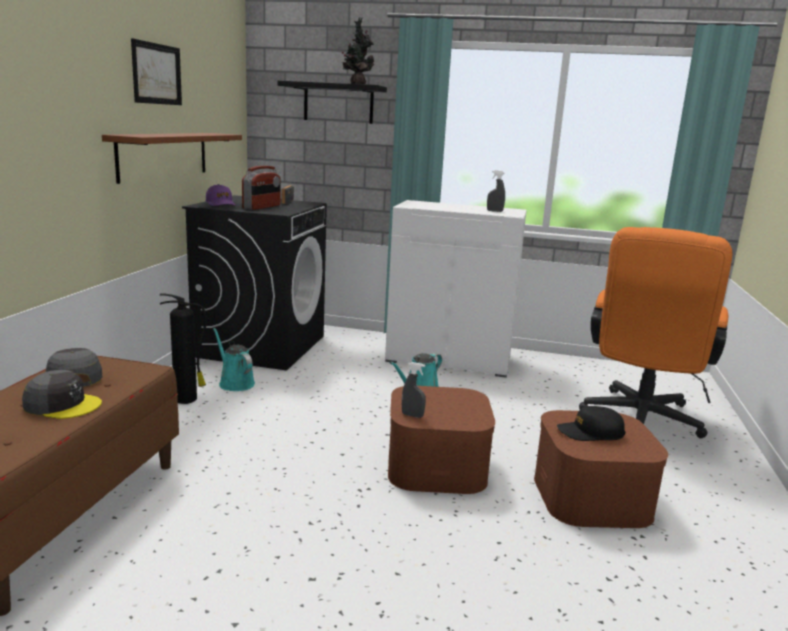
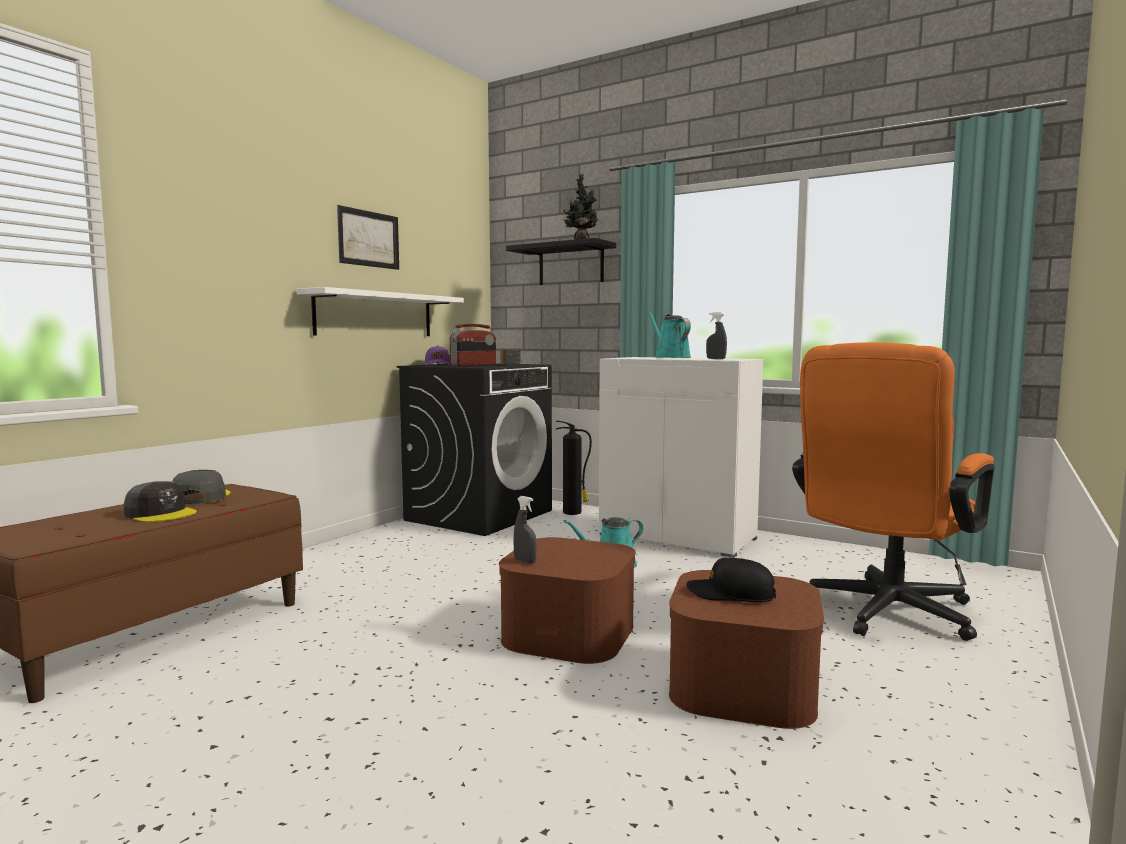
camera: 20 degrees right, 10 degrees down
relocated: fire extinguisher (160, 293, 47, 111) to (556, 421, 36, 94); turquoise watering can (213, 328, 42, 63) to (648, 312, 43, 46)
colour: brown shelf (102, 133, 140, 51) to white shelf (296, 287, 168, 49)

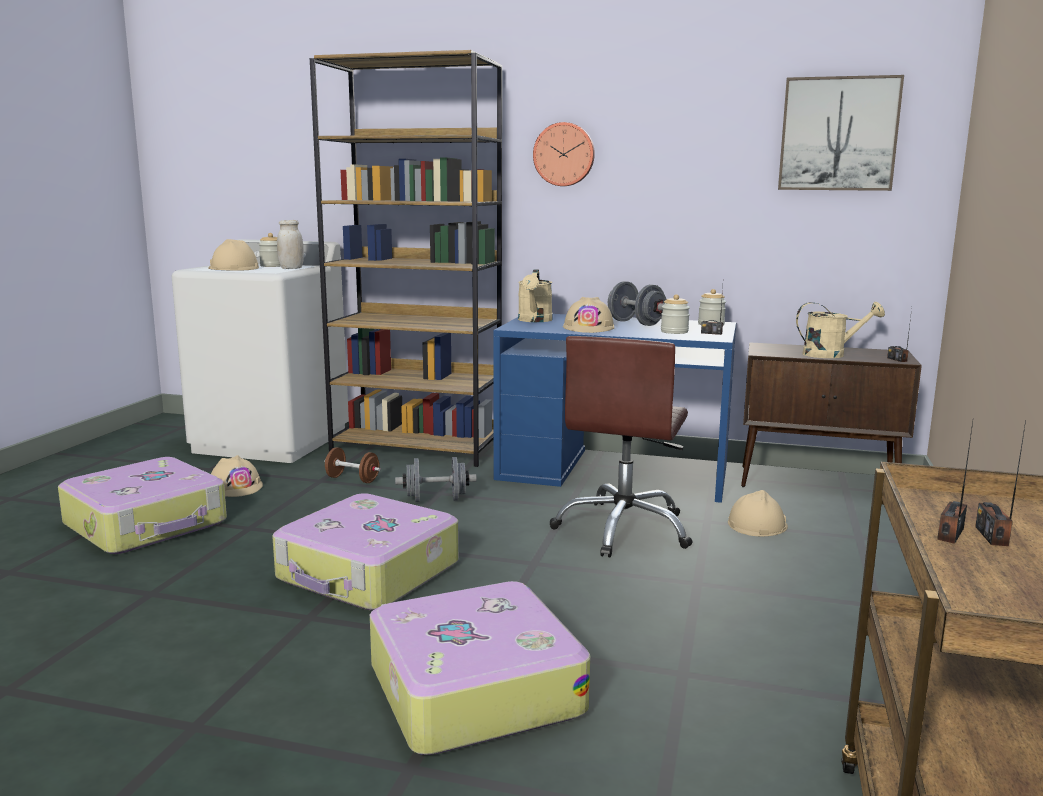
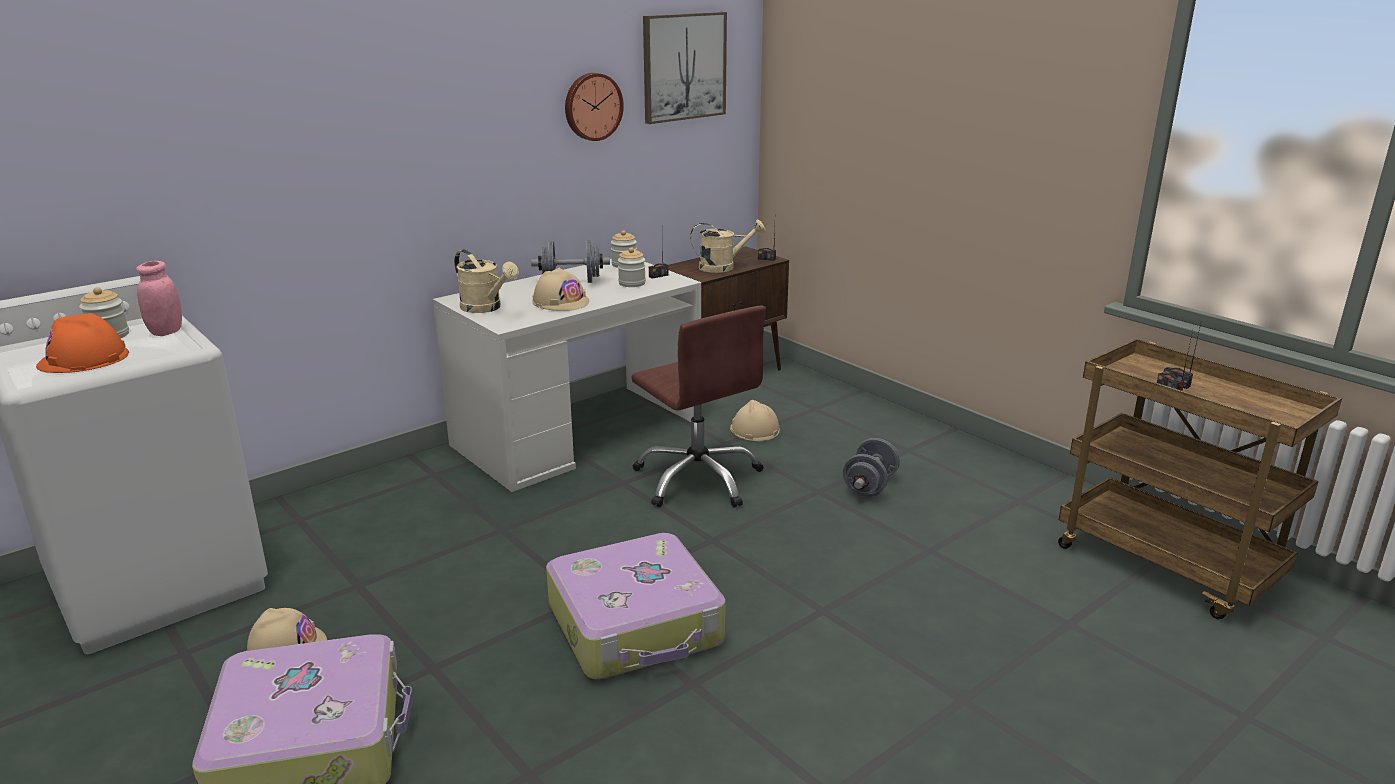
camera: 55 degrees left, 10 degrees up
missing: brown bookcase (310, 50, 192, 417); brown dumbbell (324, 447, 57, 36); suitcase (370, 581, 221, 174)
relocated: wall clock (533, 122, 62, 64) to (565, 73, 59, 68); grey dumbbell (395, 457, 82, 45) to (843, 438, 57, 59)
colour: white jar (277, 220, 27, 49) to pink jar (136, 261, 46, 75); beige hard hat (208, 239, 51, 32) to orange hard hat (36, 313, 93, 60); blue desk (494, 314, 242, 189) to white desk (433, 259, 268, 233)
spun: beige watering can (796, 302, 89, 56) = (690, 220, 75, 53) 45 degrees clockwise

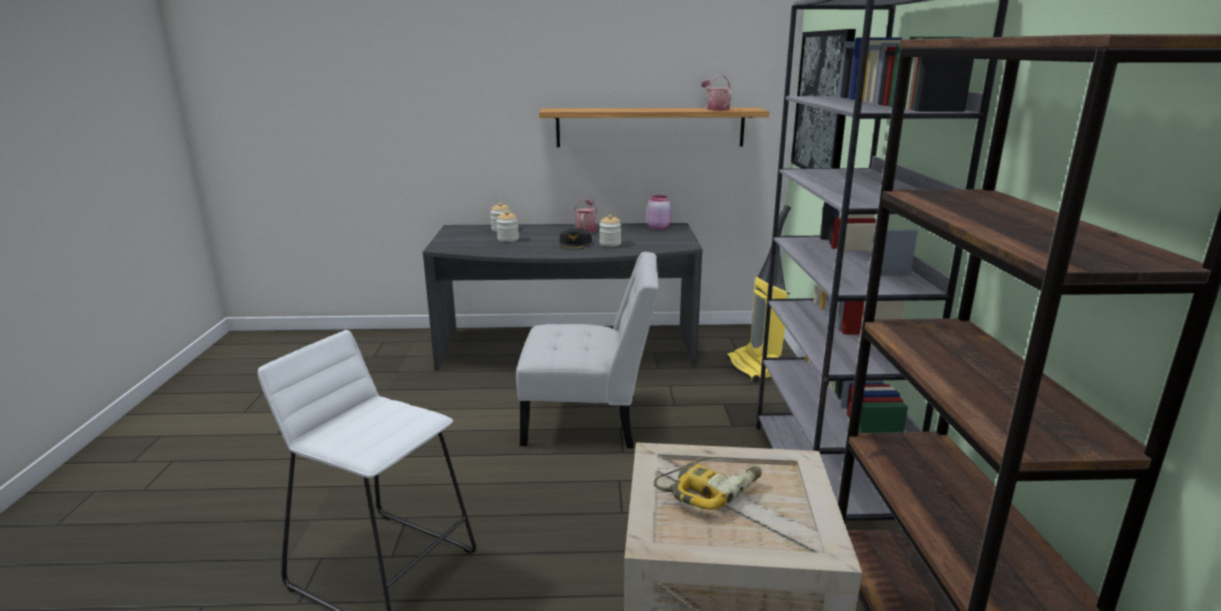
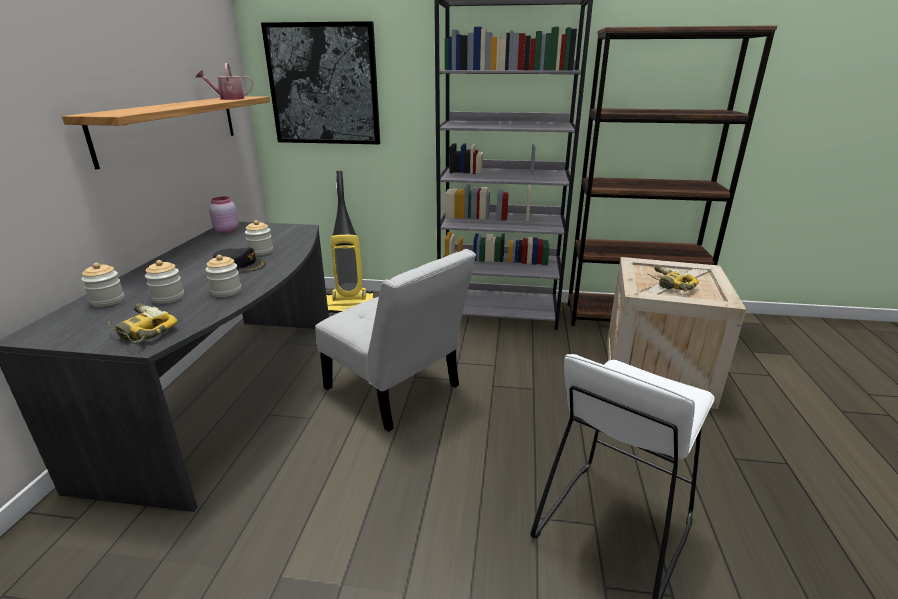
camera: 80 degrees left, 5 degrees up
missing: watering can (574, 199, 24, 34)
appeared: jar (205, 255, 36, 42); power drill (108, 303, 69, 41)
spun: white chair (516, 252, 143, 196) = (315, 249, 161, 183) 120 degrees clockwise

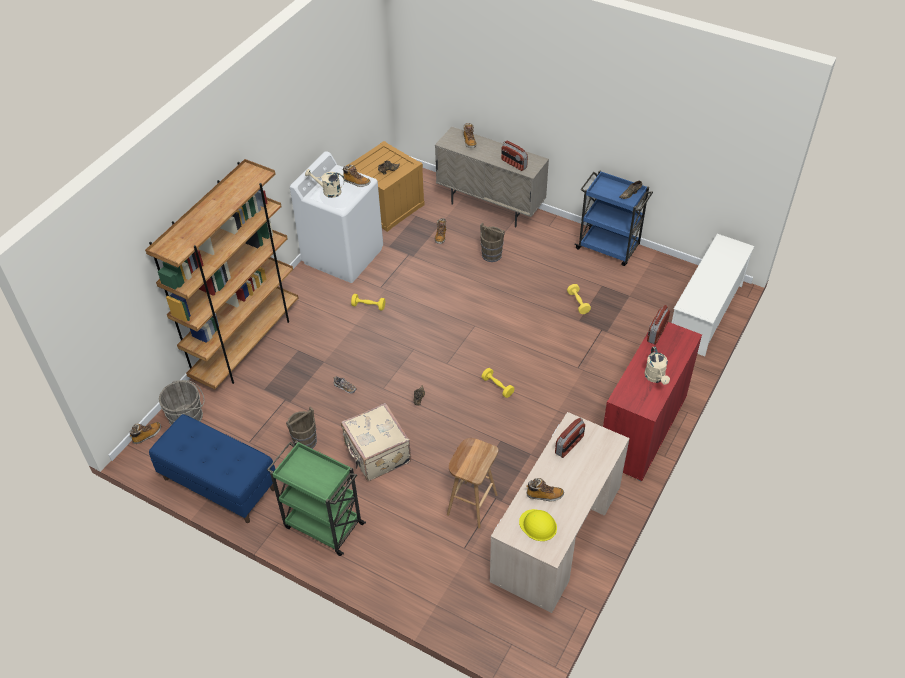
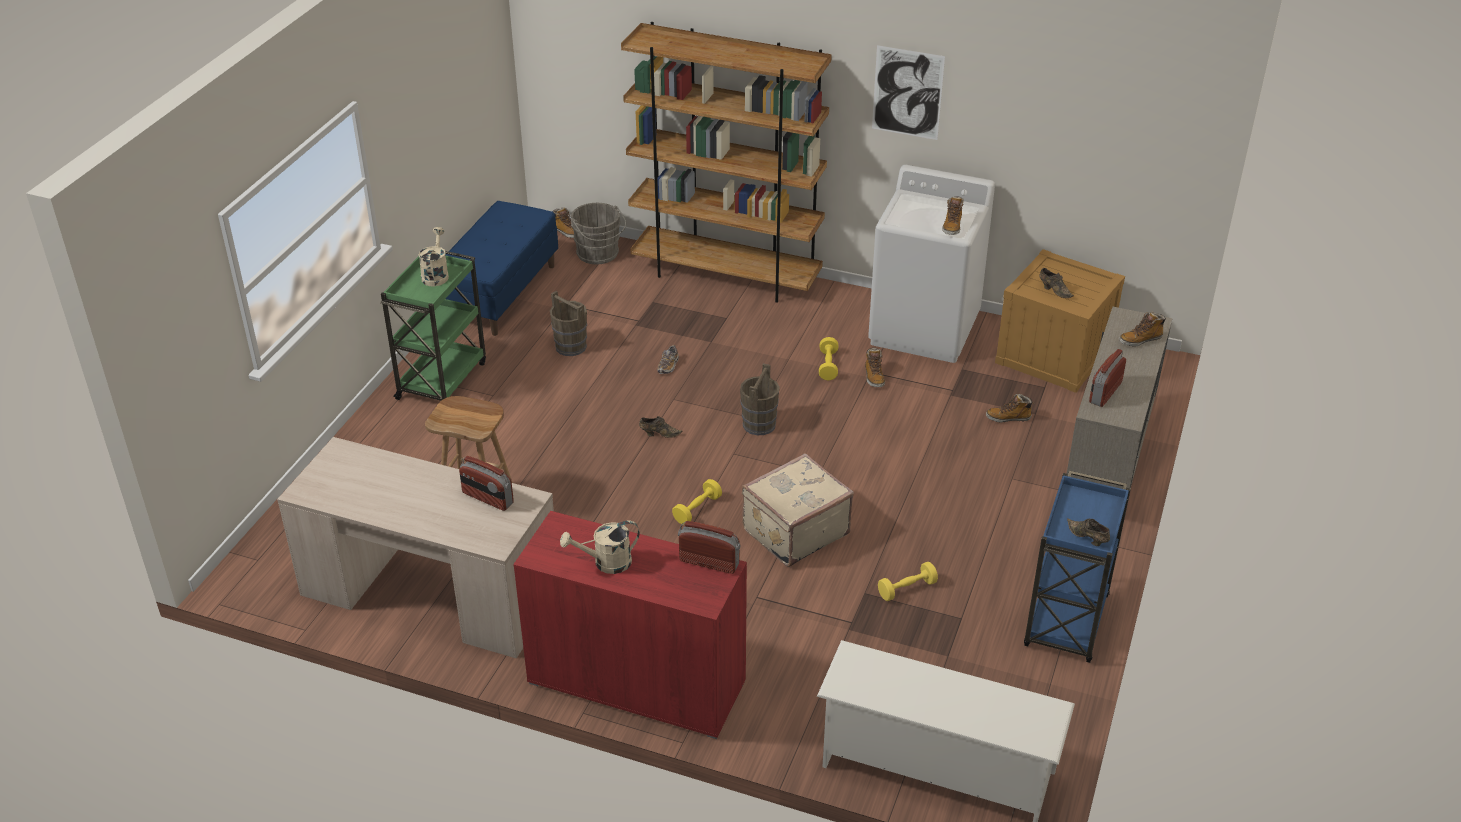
camera: 80 degrees right, 10 degrees down
missing: yellow hard hat (519, 509, 38, 32)
appeared: picture (872, 45, 73, 95)
relocated: beige watering can (305, 169, 40, 29) to (418, 227, 31, 59); brown bucket (480, 223, 25, 39) to (740, 364, 40, 72); beige suitcase (341, 403, 70, 78) to (742, 453, 112, 114); boot (526, 478, 38, 24) to (865, 348, 20, 39)

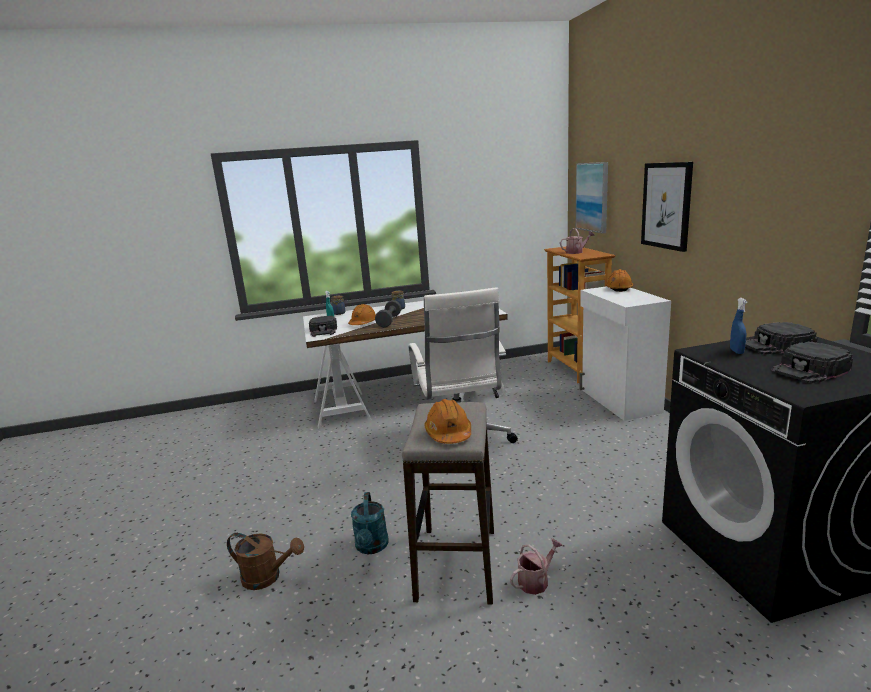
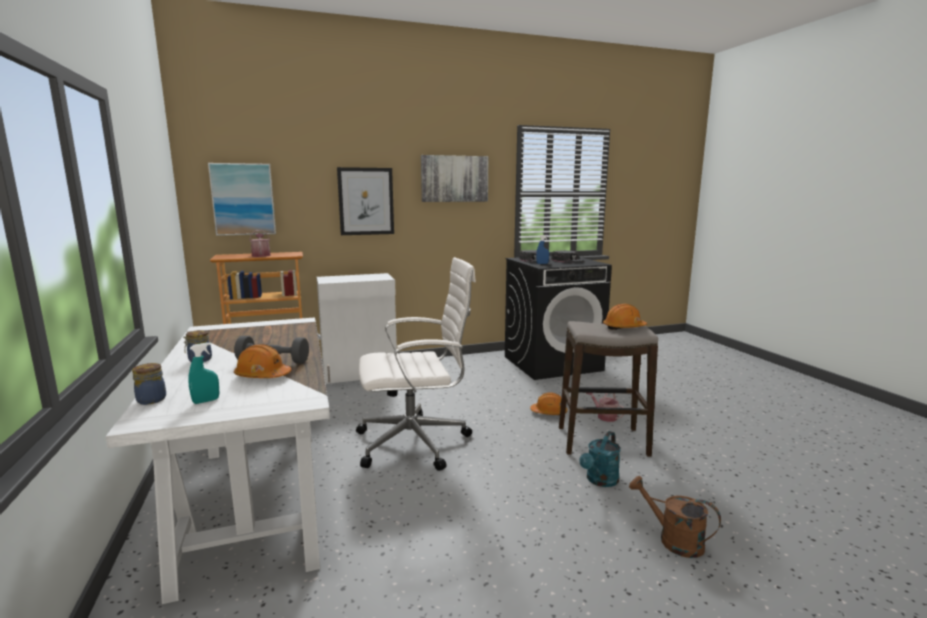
camera: 95 degrees left, 5 degrees down
missing: black cap (309, 316, 28, 21)
appeared: picture (421, 155, 67, 47)
relocated: orange hard hat (606, 269, 27, 23) to (530, 393, 37, 22)
spun: turquoise watering can (351, 492, 38, 62) = (579, 431, 42, 56) 135 degrees clockwise; brown watering can (227, 533, 77, 57) = (629, 476, 92, 82) 60 degrees counterclockwise

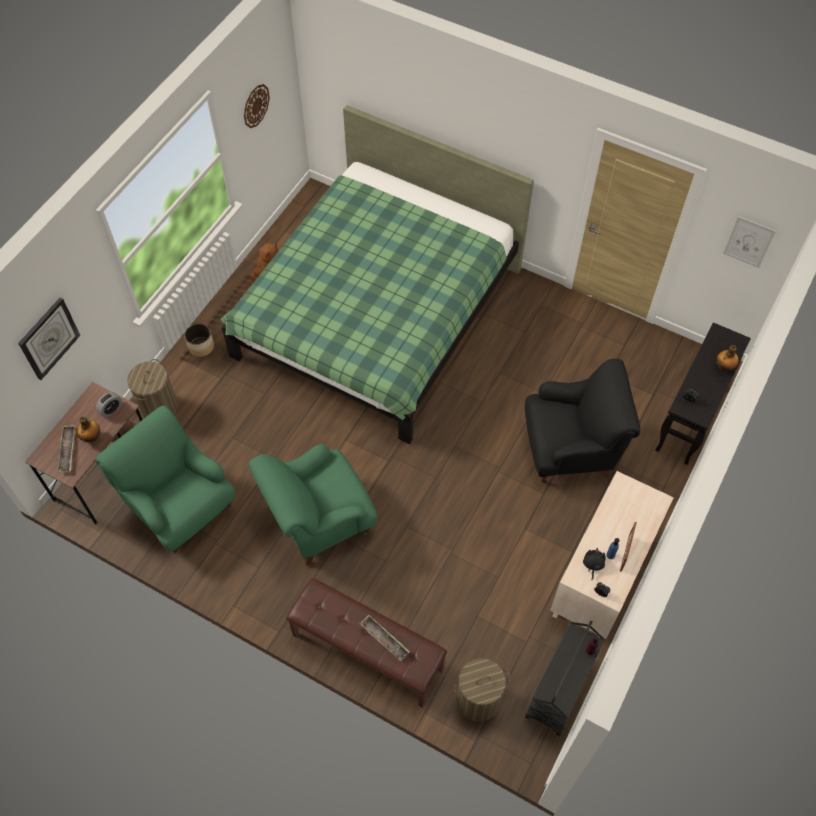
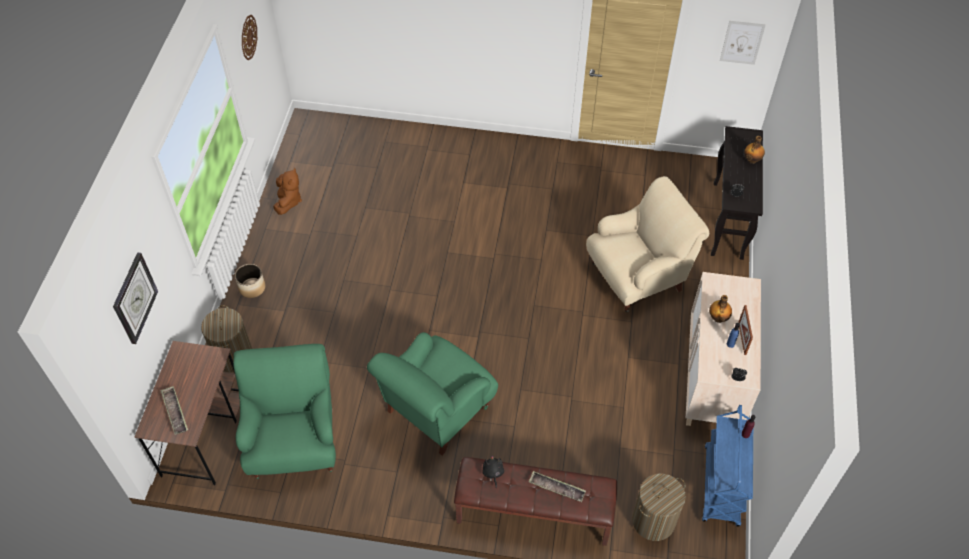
camera: 20 degrees left, 5 degrees down
missing: green bed (220, 105, 314, 339); alarm clock (96, 392, 26, 25)
relocated: bottle (77, 416, 23, 26) to (709, 295, 23, 28); black plush toy (583, 548, 23, 32) to (482, 455, 22, 33)
colour: black armchair (525, 359, 115, 124) to beige armchair (586, 176, 123, 136); black cart (525, 621, 80, 115) to blue cart (702, 405, 51, 122)
spun: green armchair (96, 405, 140, 149) = (233, 344, 103, 135) 60 degrees clockwise

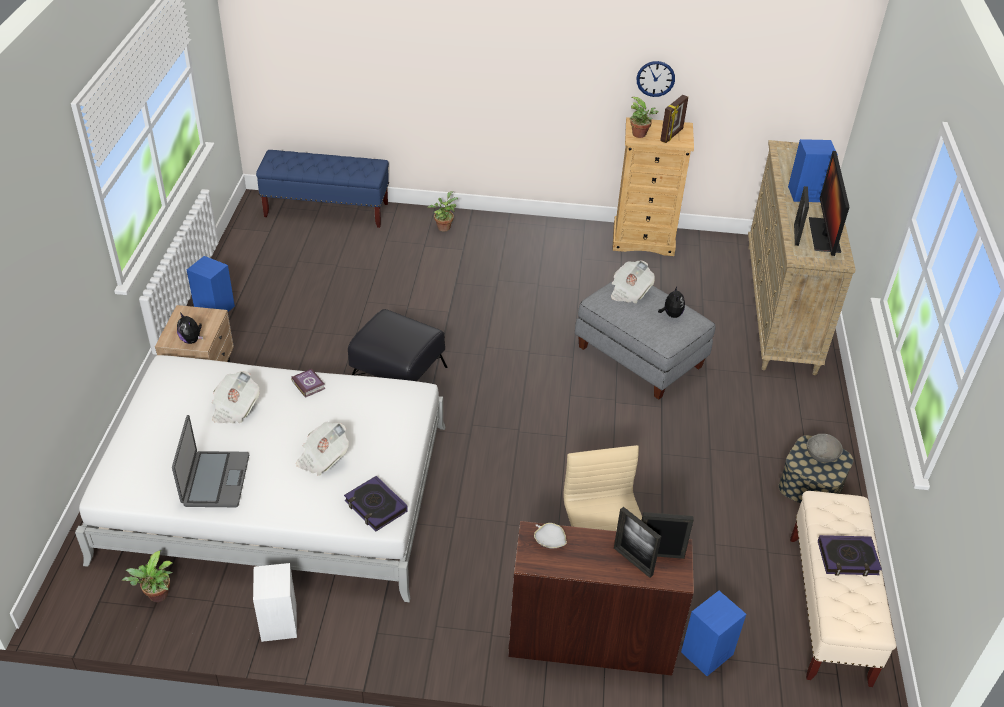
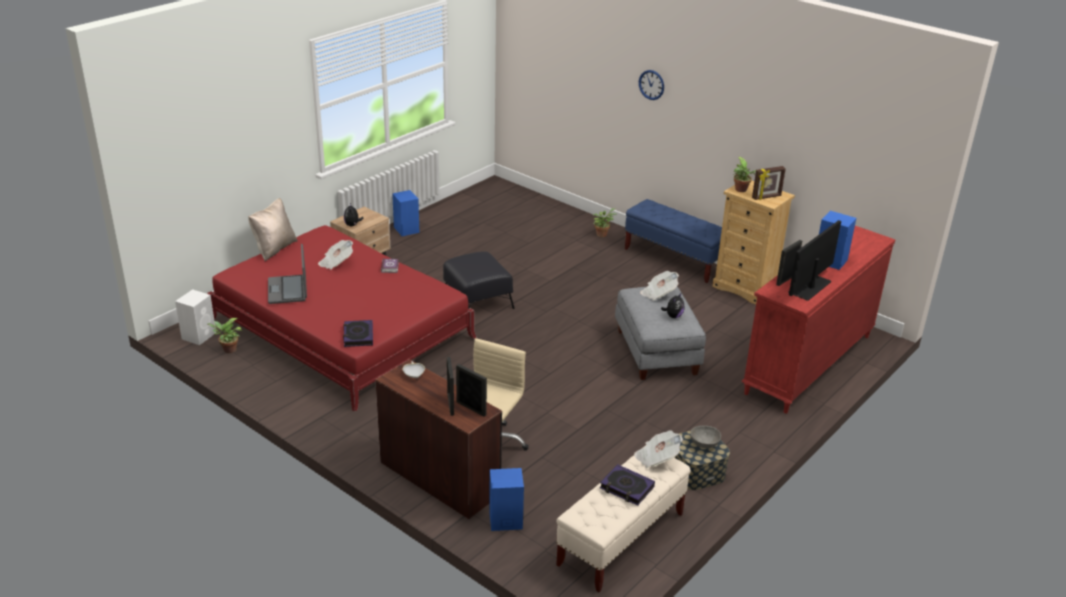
camera: 35 degrees right, 10 degrees down
appeared: beige pillow (248, 198, 50, 63)
relocated: wall clock (637, 61, 38, 36) to (639, 70, 25, 30); blue bench (256, 150, 133, 78) to (625, 199, 97, 84); newspaper (296, 422, 53, 54) to (634, 430, 49, 38); white speaker (253, 563, 44, 79) to (175, 289, 41, 56)
colour: beige dresser (748, 140, 108, 235) to red dresser (741, 226, 154, 188); white bed (75, 355, 371, 247) to red bed (207, 225, 270, 187)
spun: laptop (172, 415, 77, 92) = (268, 244, 39, 60) 135 degrees clockwise

